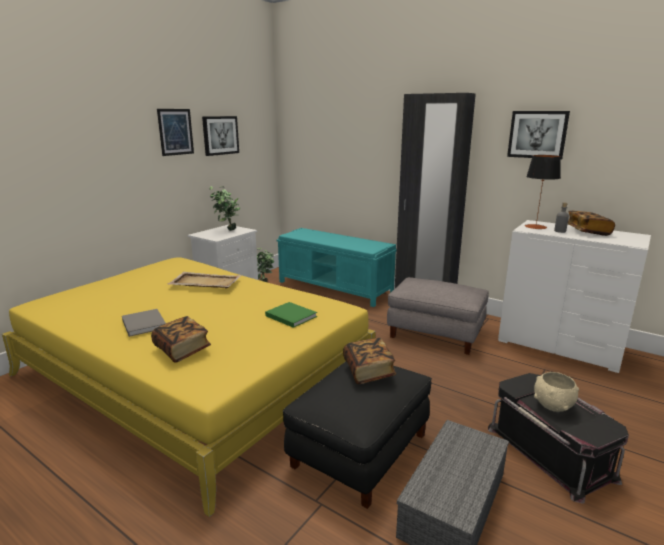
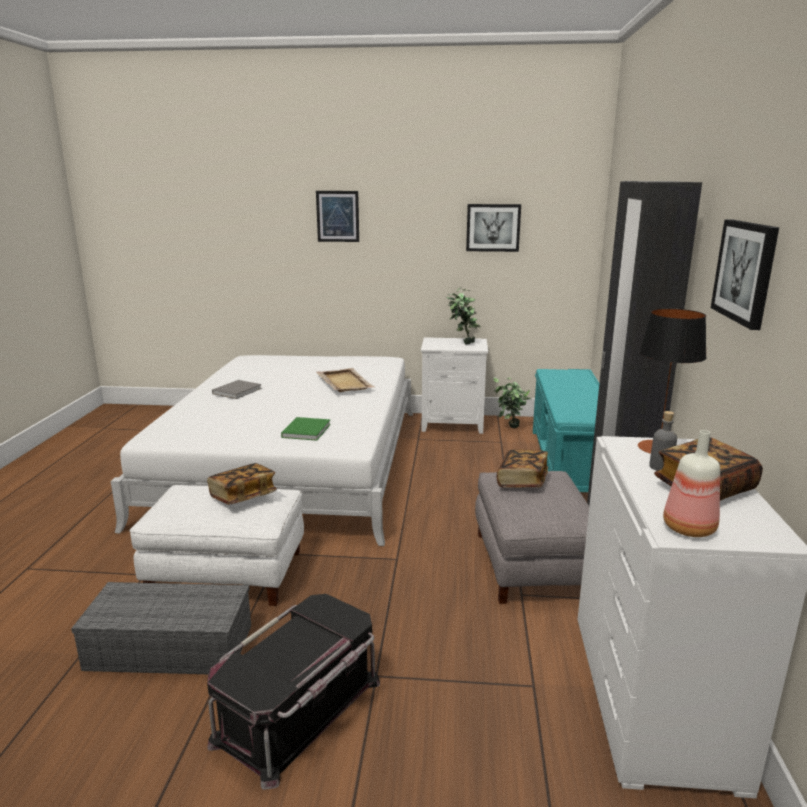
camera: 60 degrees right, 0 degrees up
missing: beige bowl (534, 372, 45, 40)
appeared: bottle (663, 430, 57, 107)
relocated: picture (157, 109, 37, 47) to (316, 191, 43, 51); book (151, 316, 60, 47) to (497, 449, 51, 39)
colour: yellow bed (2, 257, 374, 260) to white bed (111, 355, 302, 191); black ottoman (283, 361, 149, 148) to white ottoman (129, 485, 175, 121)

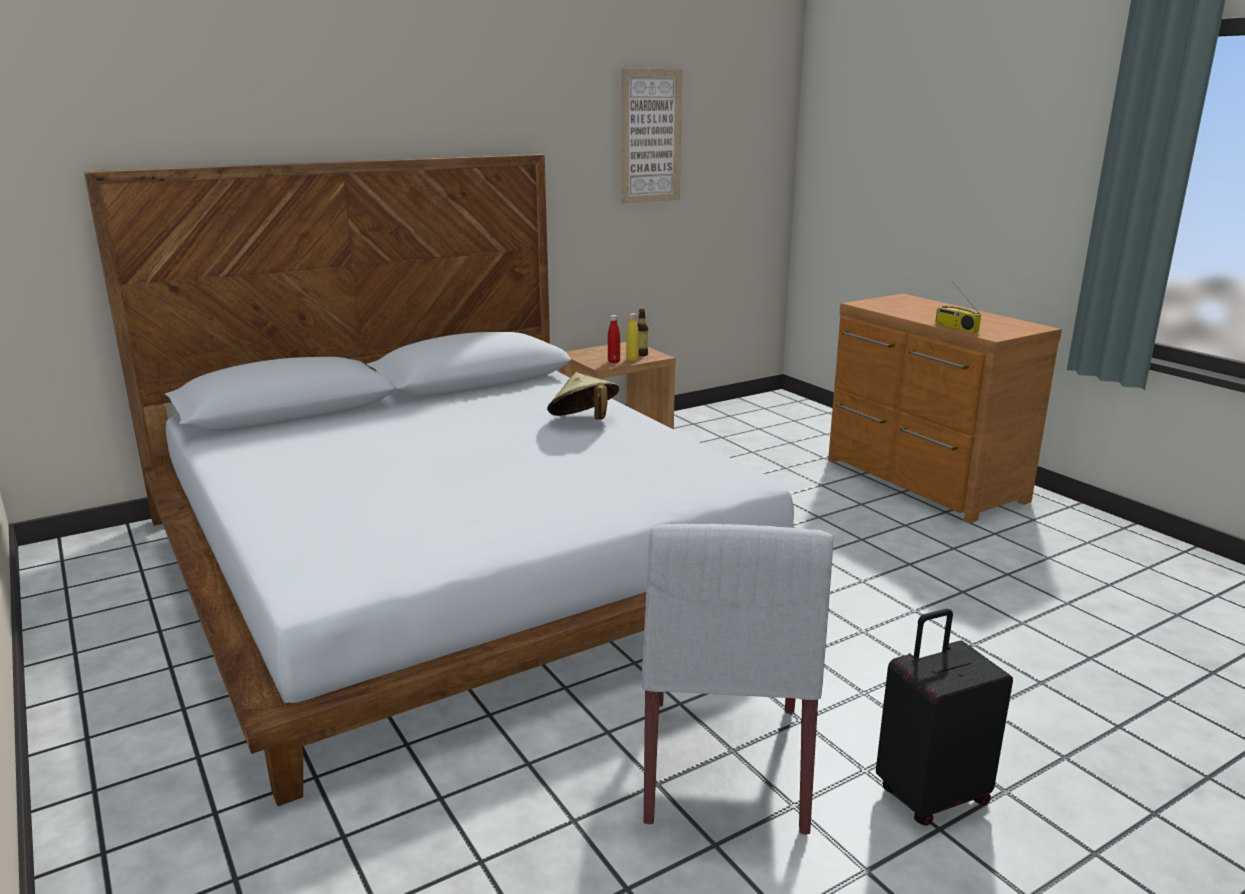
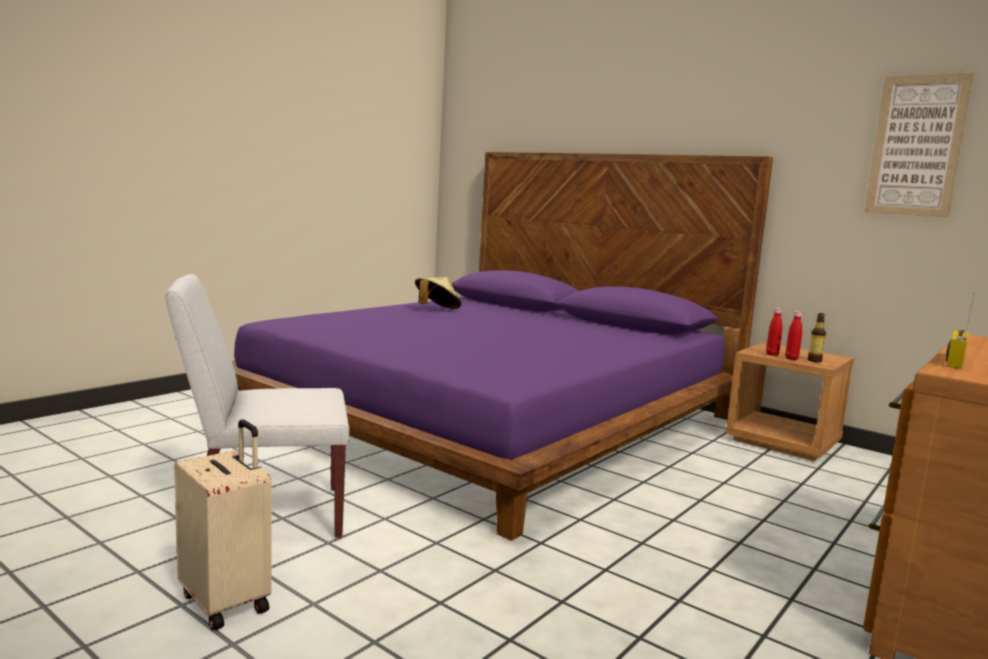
camera: 70 degrees right, 10 degrees down
relocated: beige hat (547, 372, 72, 48) to (415, 277, 47, 32)
colour: white bed (84, 154, 711, 652) to purple bed (232, 152, 541, 389); yellow bottle (626, 313, 13, 48) to red bottle (785, 311, 17, 49); black suitcase (876, 609, 137, 217) to beige suitcase (174, 419, 97, 211)

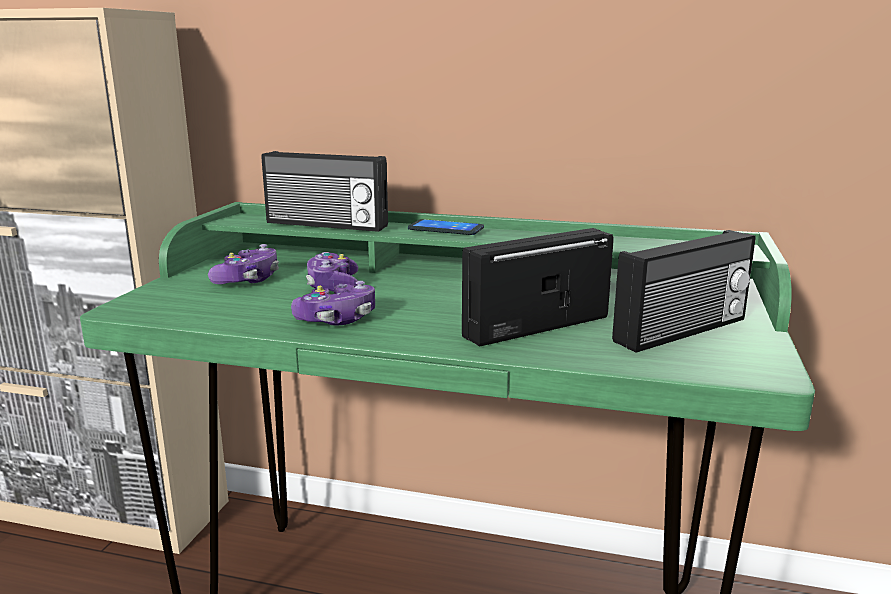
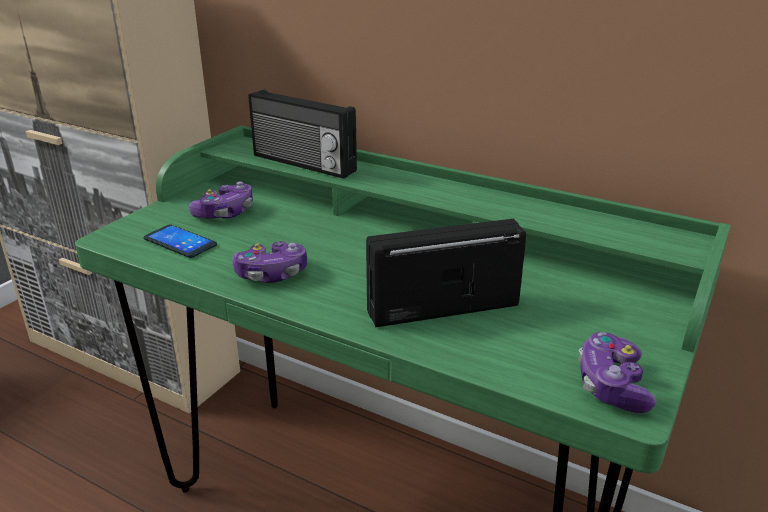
camera: 15 degrees right, 10 degrees up
missing: radio (612, 230, 144, 123)
relocated: phone (408, 219, 76, 16) to (144, 224, 73, 34); game controller (306, 252, 52, 40) to (578, 332, 79, 81)

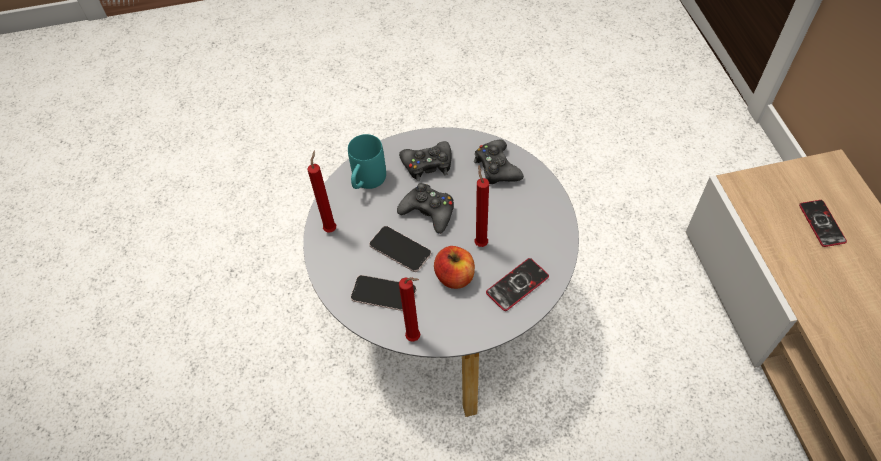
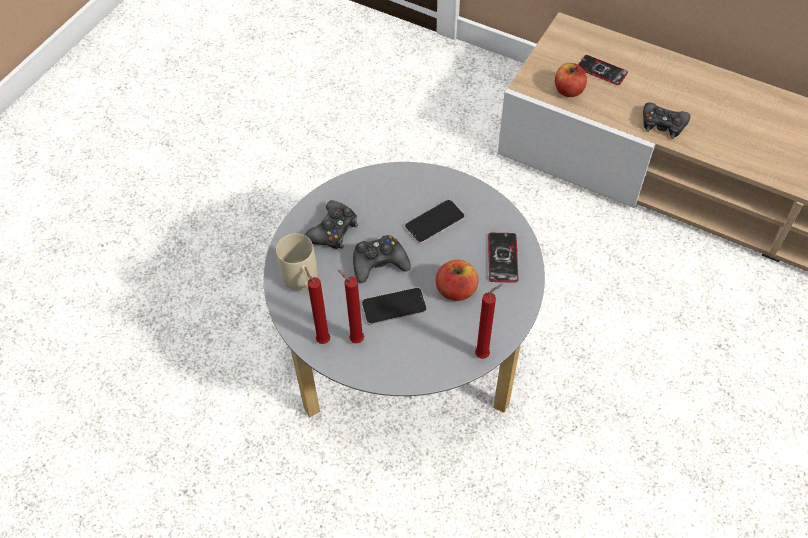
camera: 50 degrees left, 0 degrees up
appeared: apple (555, 63, 32, 34)
relocated: black game controller (474, 139, 50, 45) to (643, 102, 47, 37); red candle (475, 165, 14, 82) to (338, 270, 26, 74); phone (351, 275, 66, 36) to (405, 200, 60, 43)
colour: turquoise mug (348, 134, 38, 55) to beige mug (276, 234, 41, 57)

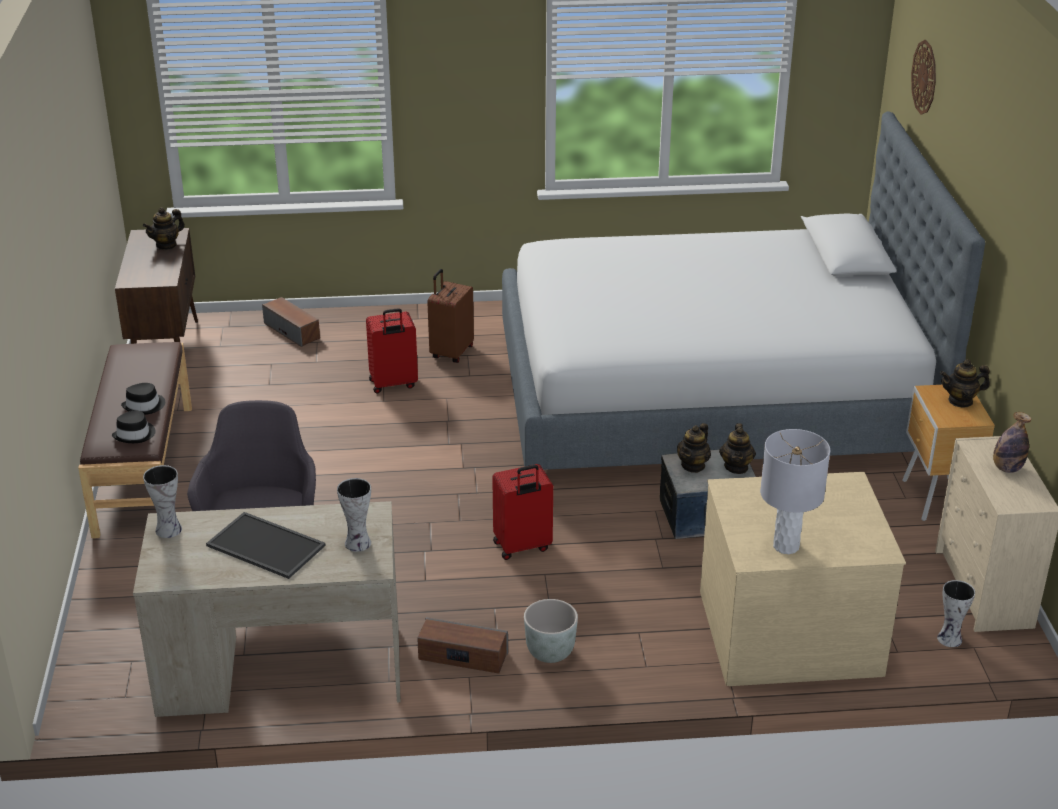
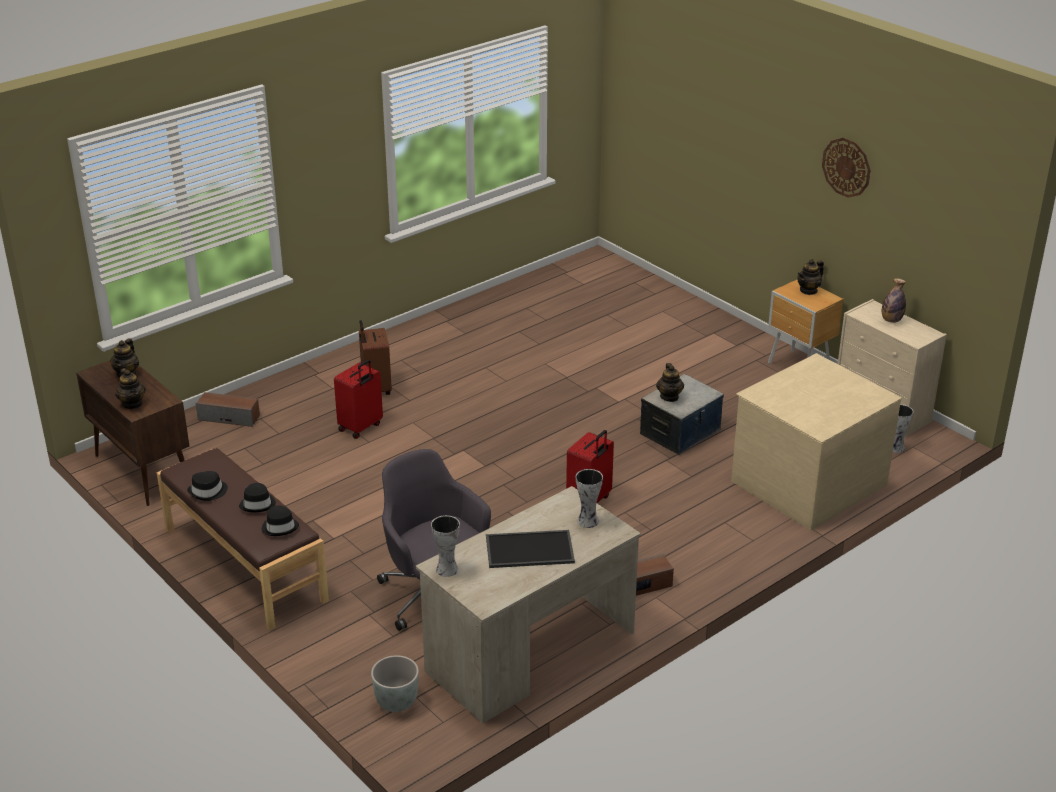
camera: 35 degrees left, 0 degrees up
missing: bed (502, 111, 483, 359); grey table lamp (760, 429, 70, 125)
appeared: black hat (187, 471, 41, 30)
relocated: wall clock (911, 40, 25, 75) to (822, 138, 49, 60); teapot (719, 423, 37, 51) to (115, 368, 31, 41); grey planter (524, 599, 54, 64) to (371, 655, 48, 57)

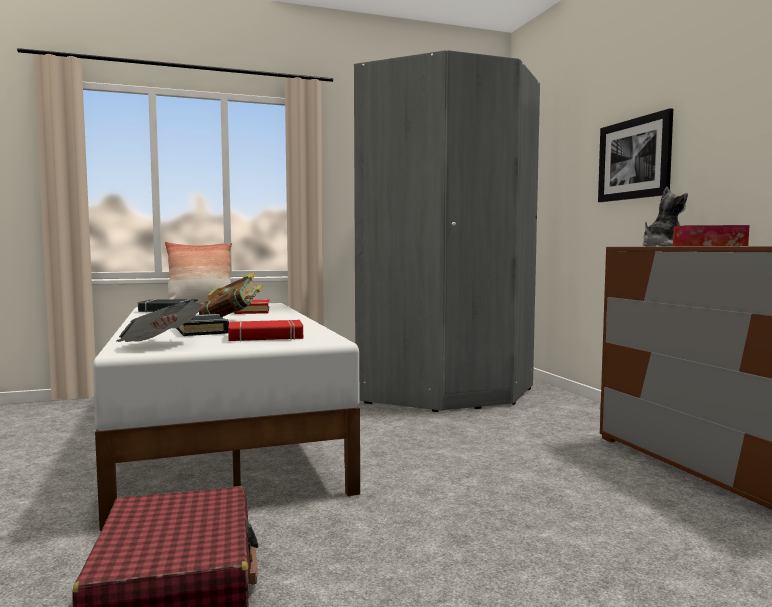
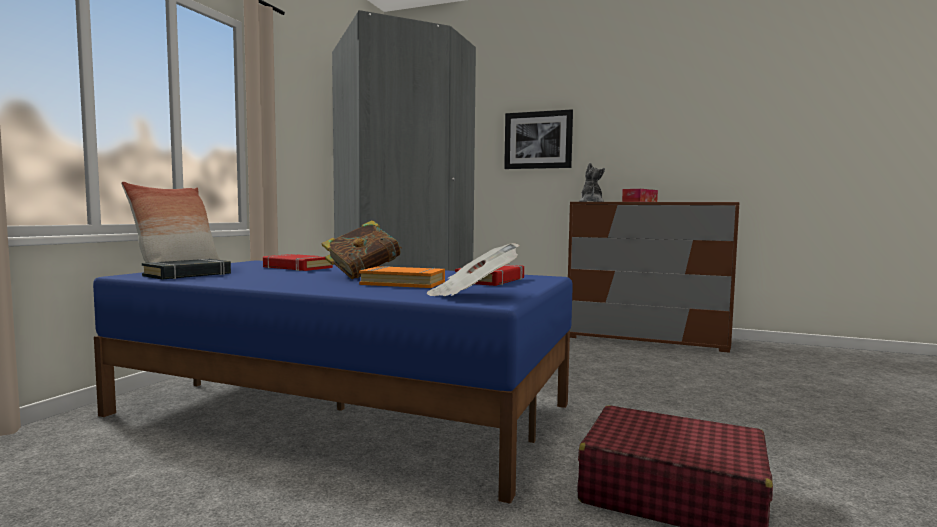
camera: 50 degrees left, 0 degrees up
colour: white bed (93, 303, 267, 228) to blue bed (93, 260, 480, 244); black book (176, 314, 53, 22) to orange book (359, 266, 86, 22)

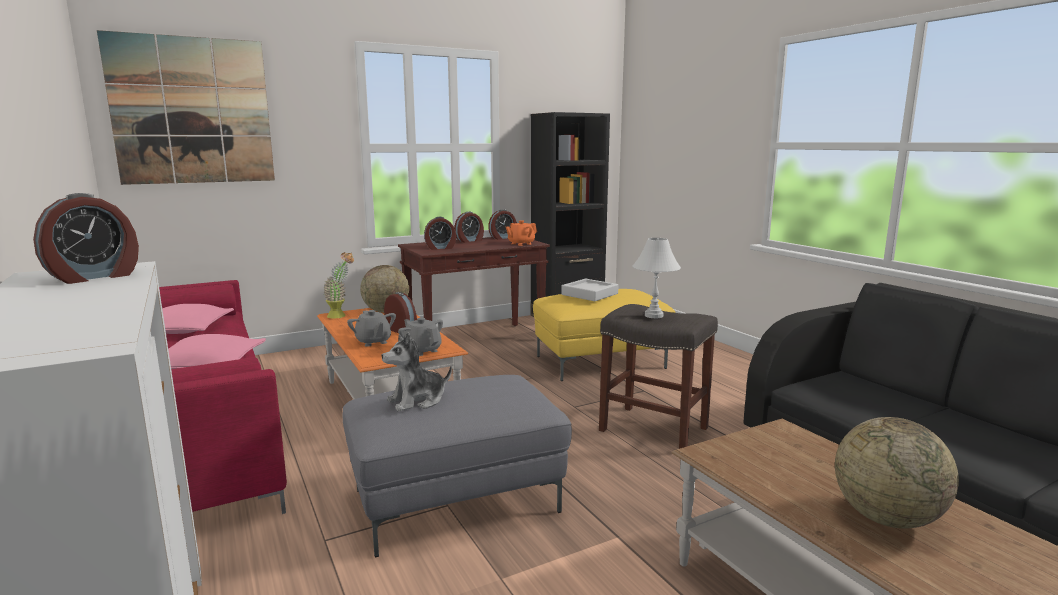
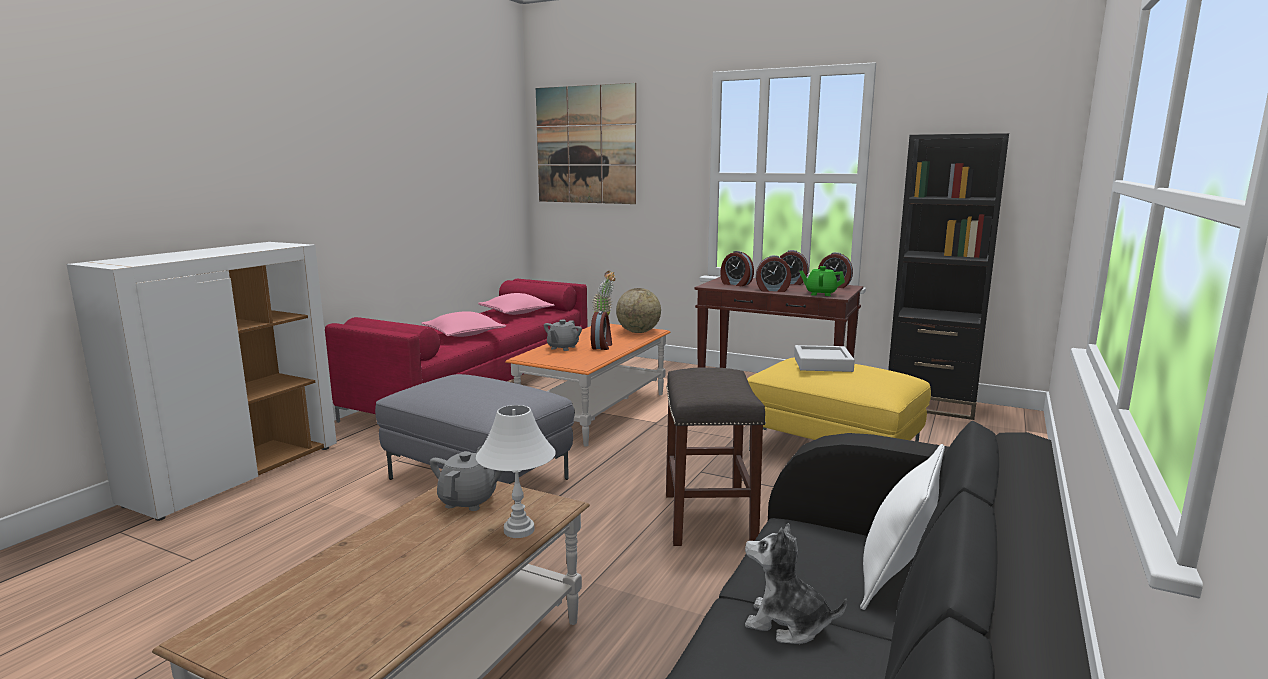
camera: 55 degrees right, 0 degrees up
missing: globe (835, 417, 124, 112)
appeared: white pillow (860, 444, 85, 166)
relocated: alarm clock (33, 193, 106, 91) to (756, 255, 35, 37); white table lamp (632, 238, 49, 80) to (476, 405, 80, 133); grey teapot (398, 318, 45, 38) to (430, 447, 73, 64); plush toy (382, 333, 70, 79) to (745, 523, 102, 121)
colour: orange teapot (506, 220, 31, 26) to green teapot (799, 266, 46, 30)

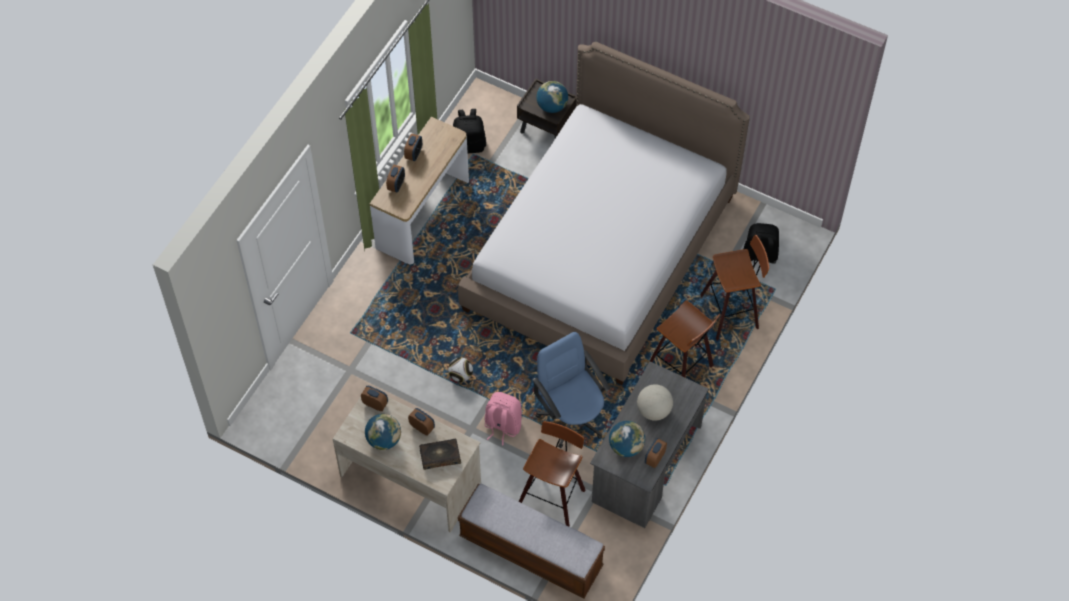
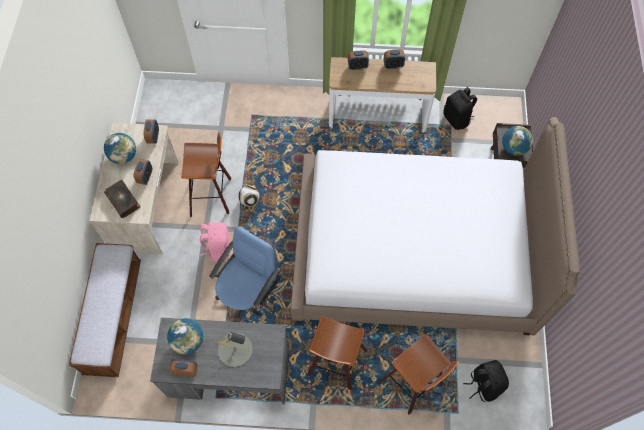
camera: 65 degrees right, 5 degrees up
relocated: stool (519, 421, 67, 106) to (181, 132, 50, 85)
exchanged: globe (637, 384, 36, 37) to grey table lamp (215, 332, 37, 35)

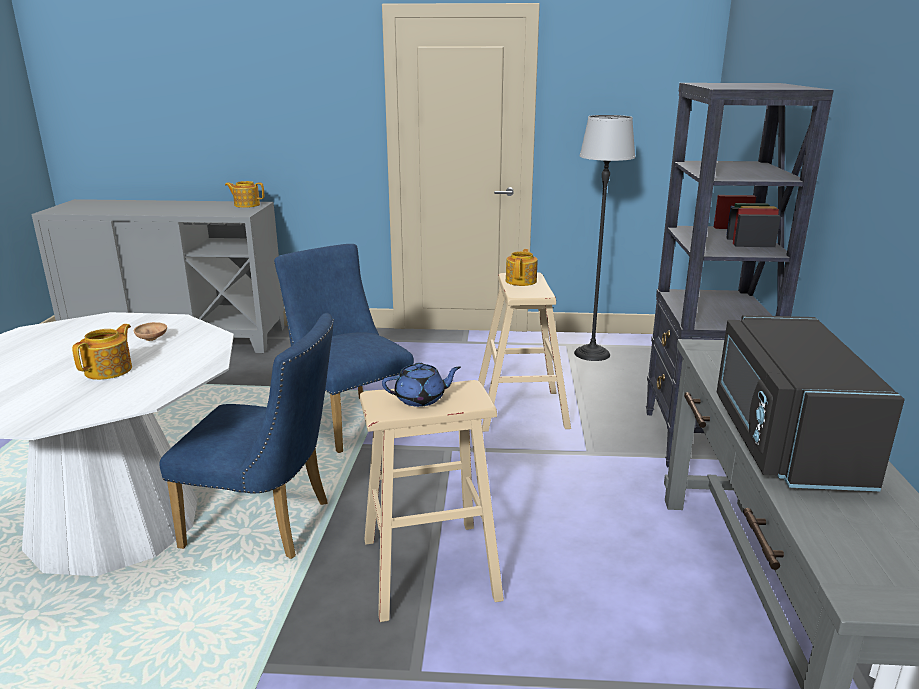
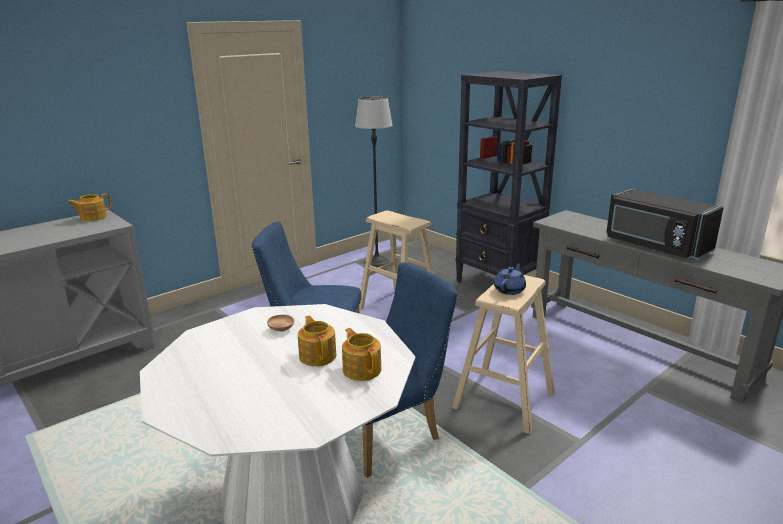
camera: 45 degrees left, 0 degrees up
relocated: teapot (506, 249, 32, 37) to (342, 328, 39, 53)

